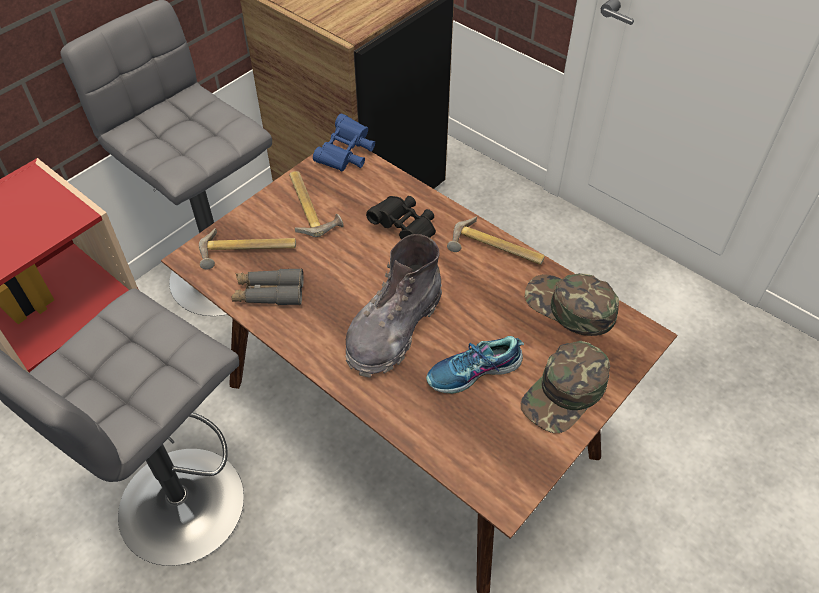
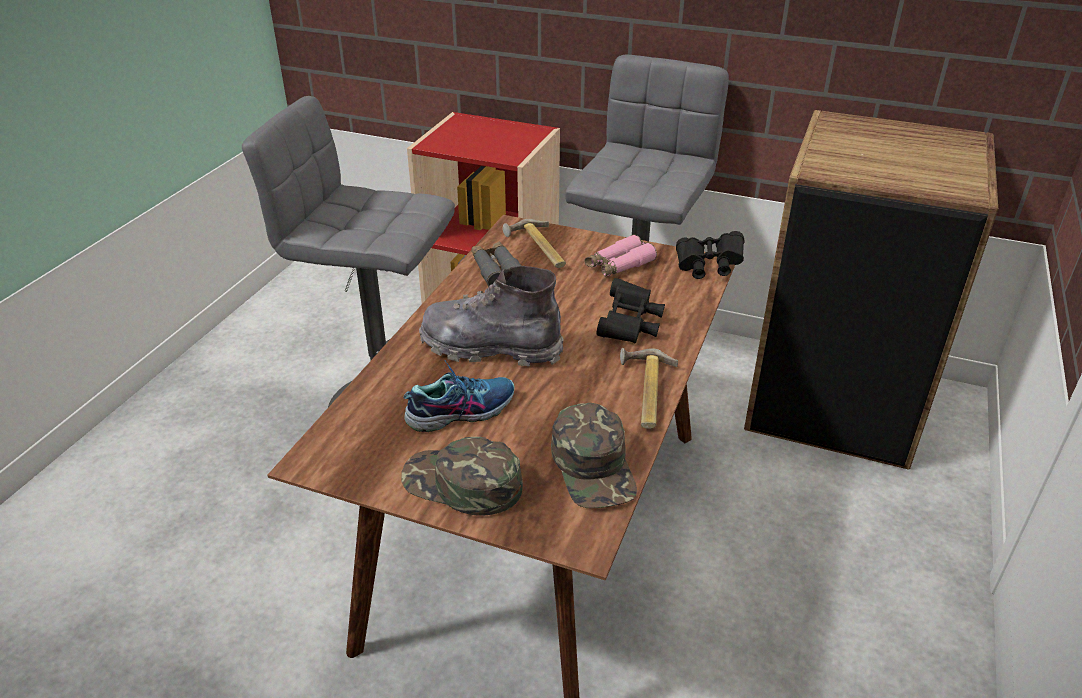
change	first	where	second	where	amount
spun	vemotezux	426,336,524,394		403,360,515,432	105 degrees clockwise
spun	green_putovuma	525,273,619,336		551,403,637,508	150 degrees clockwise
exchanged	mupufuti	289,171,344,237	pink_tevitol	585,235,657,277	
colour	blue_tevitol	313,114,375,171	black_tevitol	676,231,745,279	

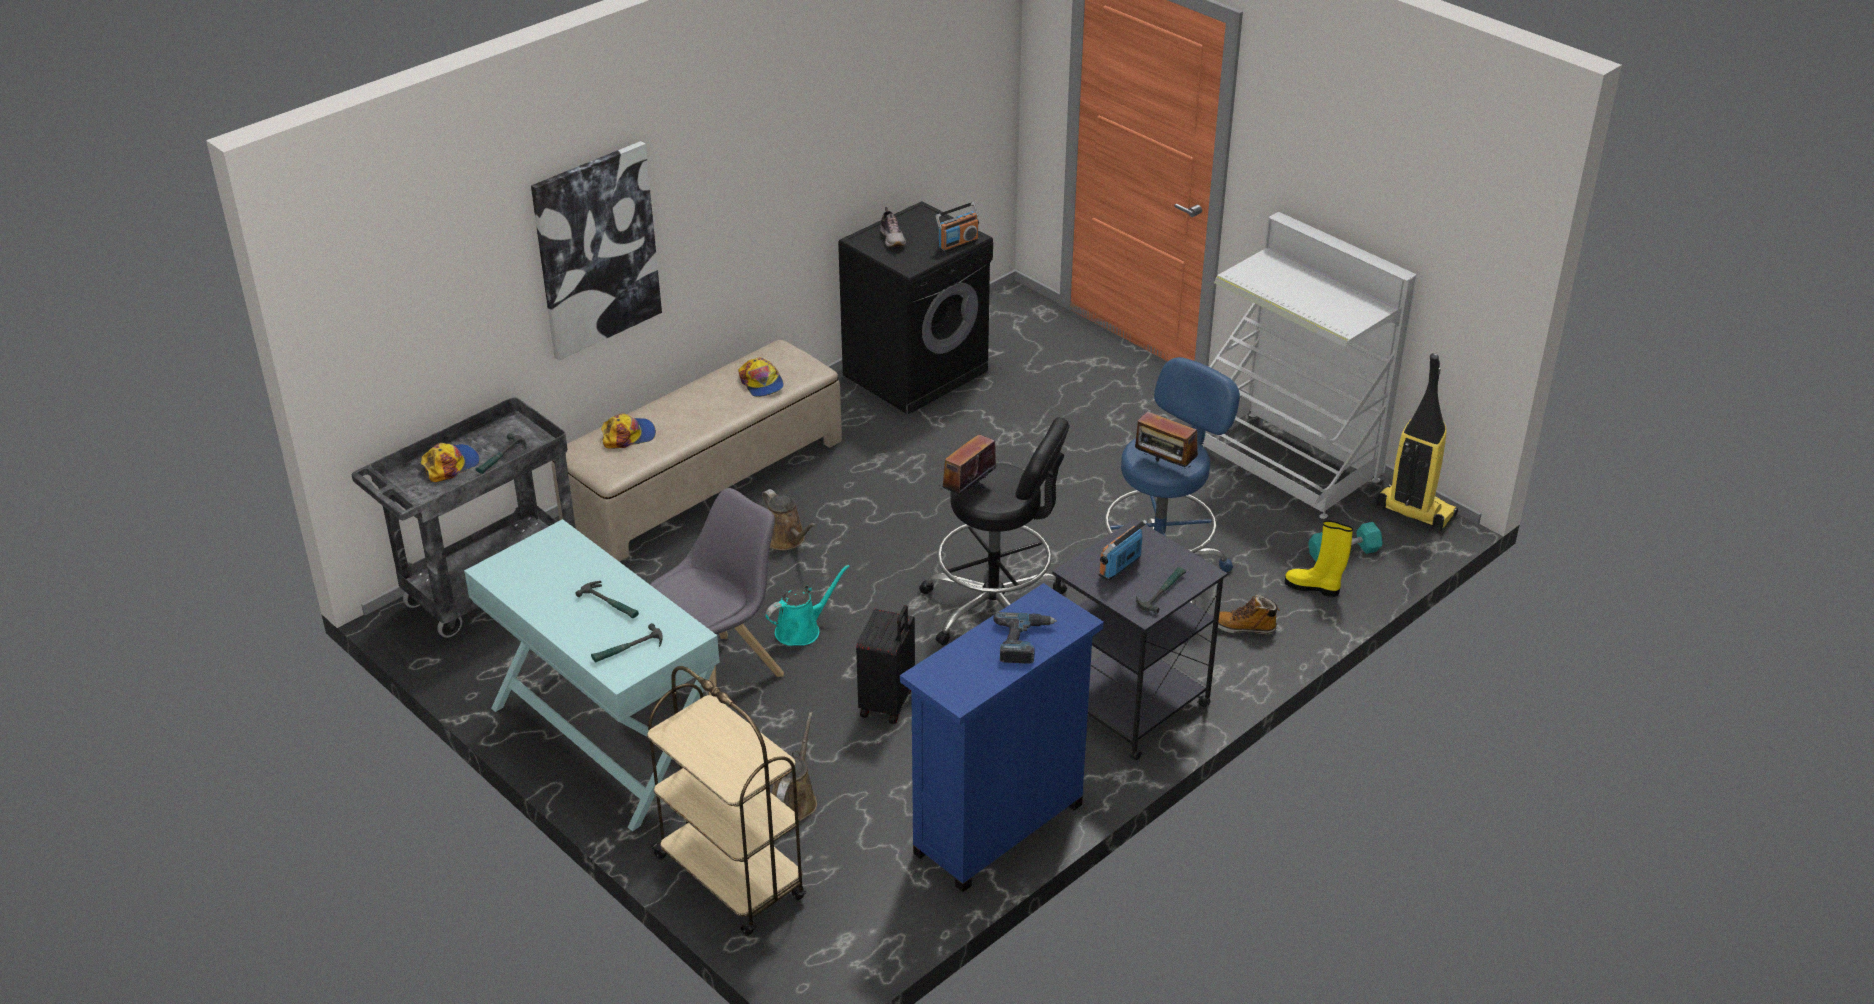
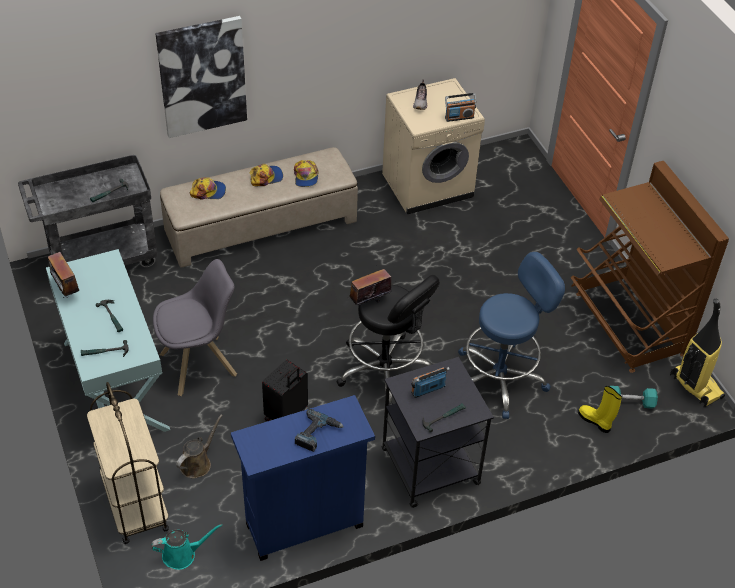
change	first	where	second	where	amount
relocated	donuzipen	1135,411,1198,469		48,252,79,298	
relocated	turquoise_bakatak	766,565,850,646		151,524,223,570	
relocated	putovuma	421,443,480,482		249,164,283,186	
colour	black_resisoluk	838,201,993,414	beige_resisoluk	382,78,485,214	
colour	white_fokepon	1202,212,1417,519	brown_fokepon	571,161,729,373	
missing	brown_bakatak	762,489,817,550			
missing	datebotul	1213,595,1280,635			

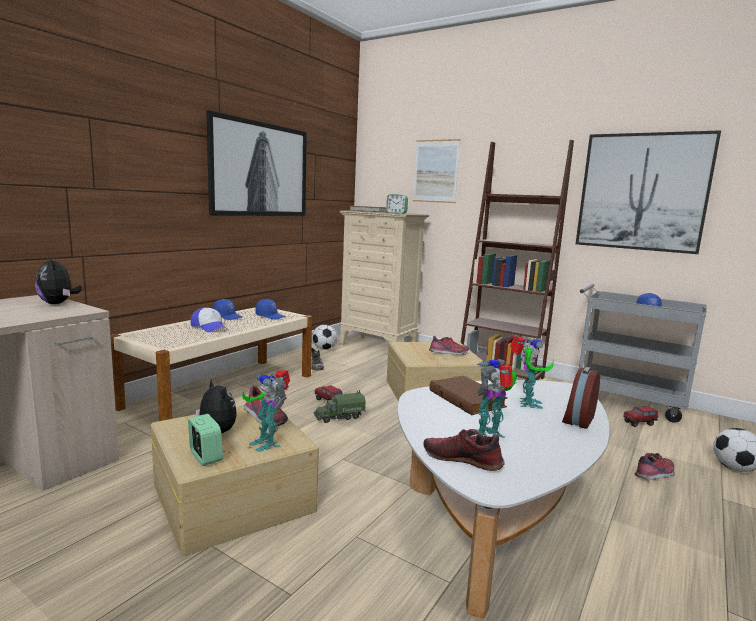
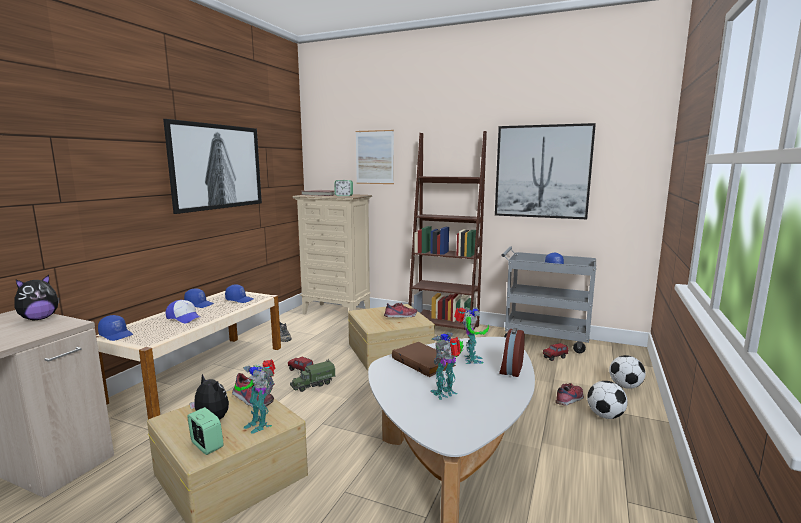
change	first	where	second	where	amount
spun	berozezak	35,256,82,304		14,275,59,320	90 degrees counterclockwise
appeared			blue_putovuma	98,315,133,341	
relocated	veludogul	312,325,338,350		587,381,628,419	
missing	vemotezux	423,429,505,471			

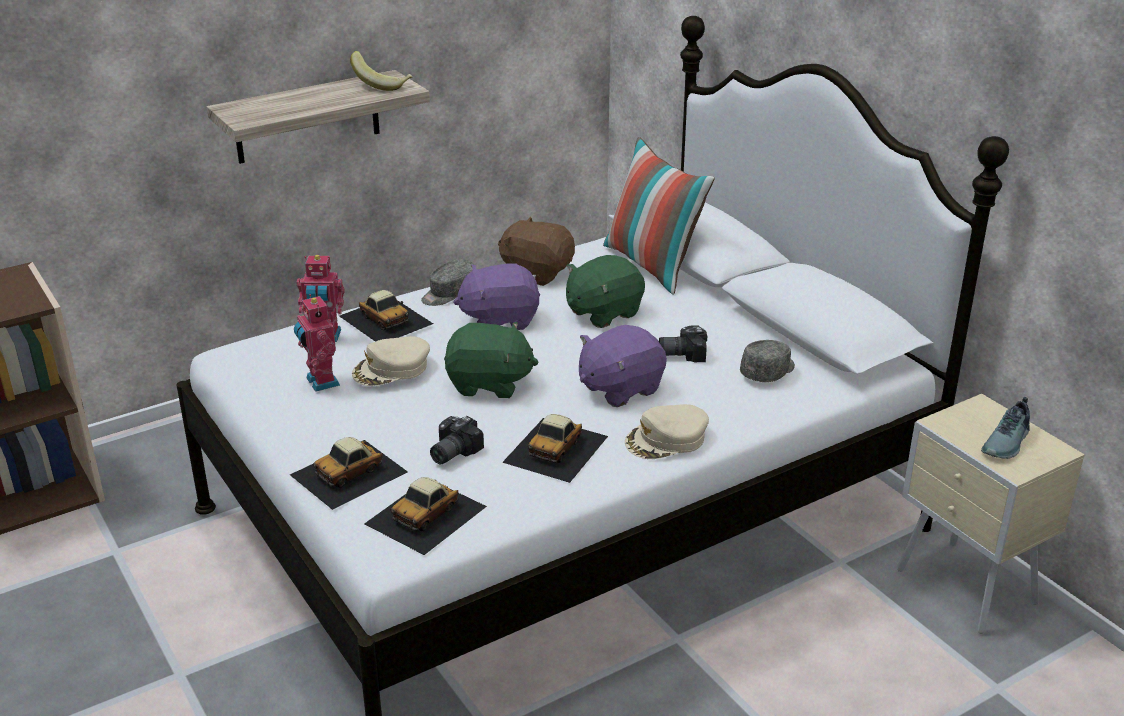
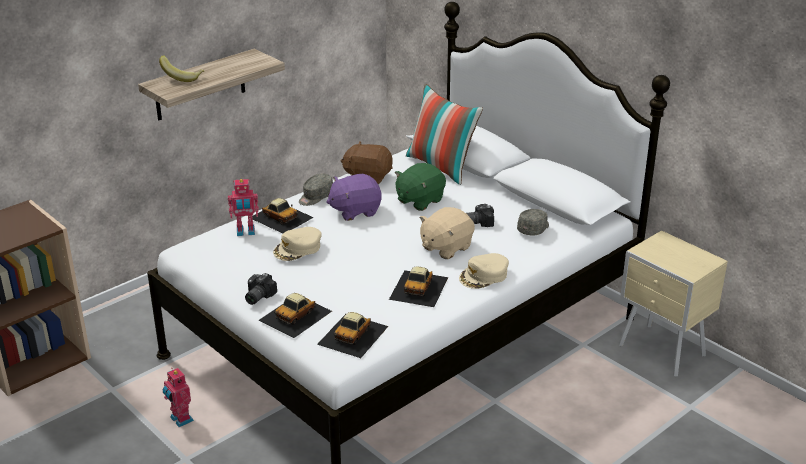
change	first	where	second	where	amount
relocated	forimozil	350,51,413,91		159,56,204,82	
relocated	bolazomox	294,294,340,392		163,368,194,427	
relocated	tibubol	430,416,484,465		245,273,277,305	
colour	purple_berozezak	579,325,667,407	beige_berozezak	419,207,475,259	
missing	green_berozezak	444,322,538,398			
missing	vemotezux	981,397,1030,459			

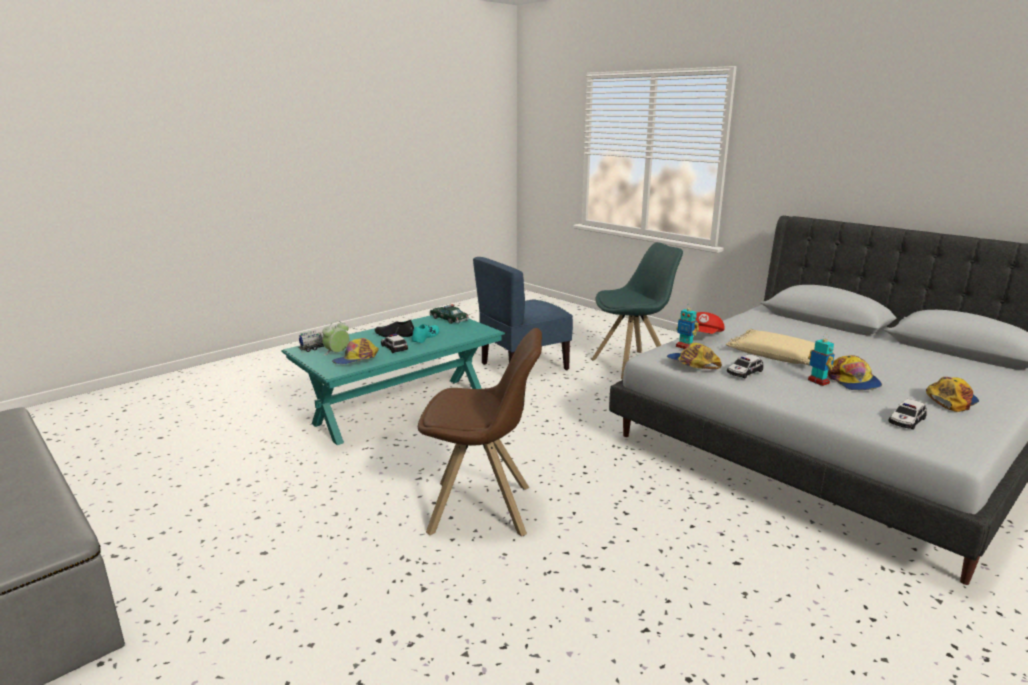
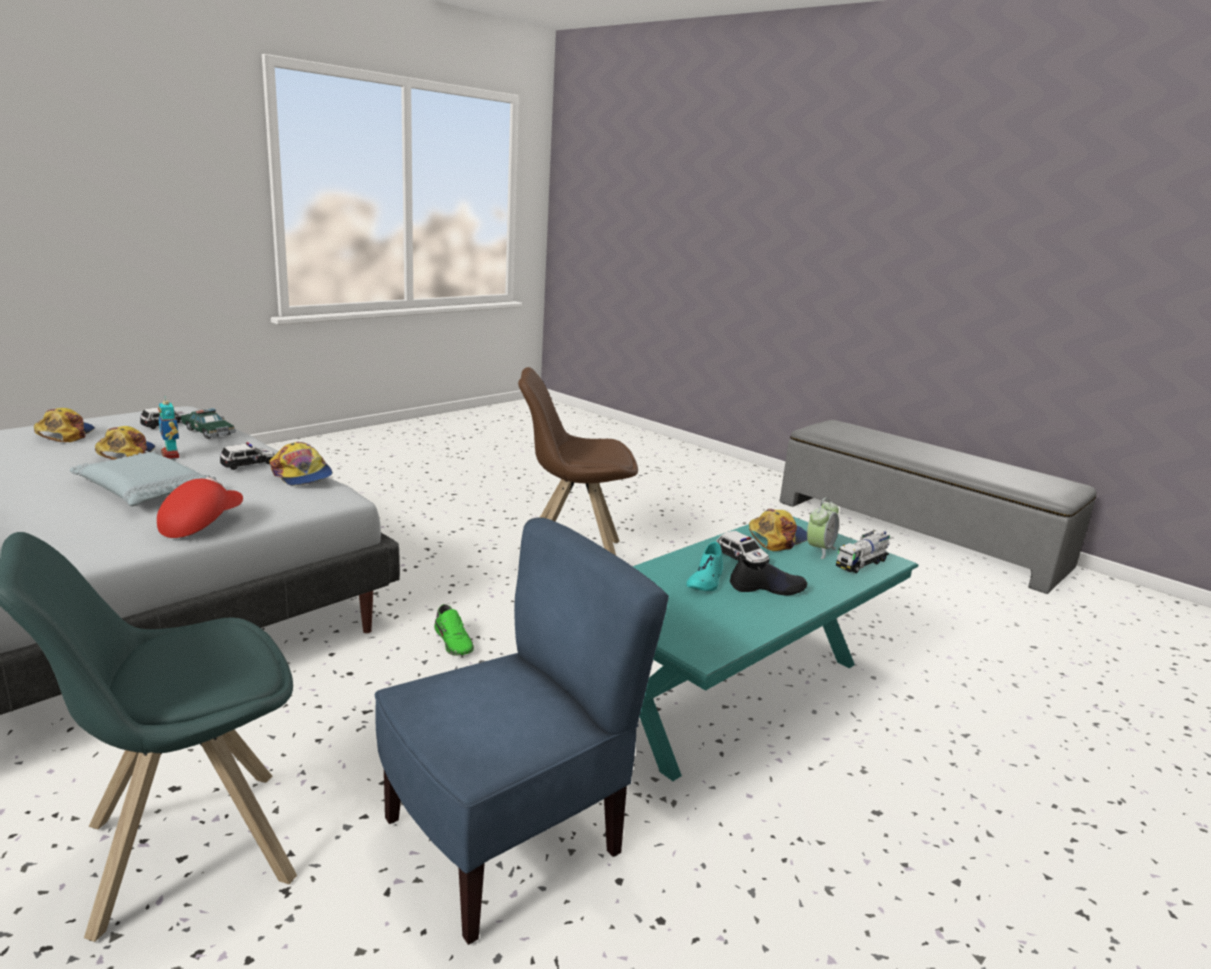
change	first	where	second	where	amount
spun	putovuma	926,377,979,412		34,408,95,442	120 degrees clockwise
colour	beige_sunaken	726,329,815,365	blue_sunaken	69,451,217,506	
relocated	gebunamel	429,304,469,324		180,408,236,439	
appeared			green_vemotezux	434,604,474,656	
missing	bolazomox	676,304,699,349			

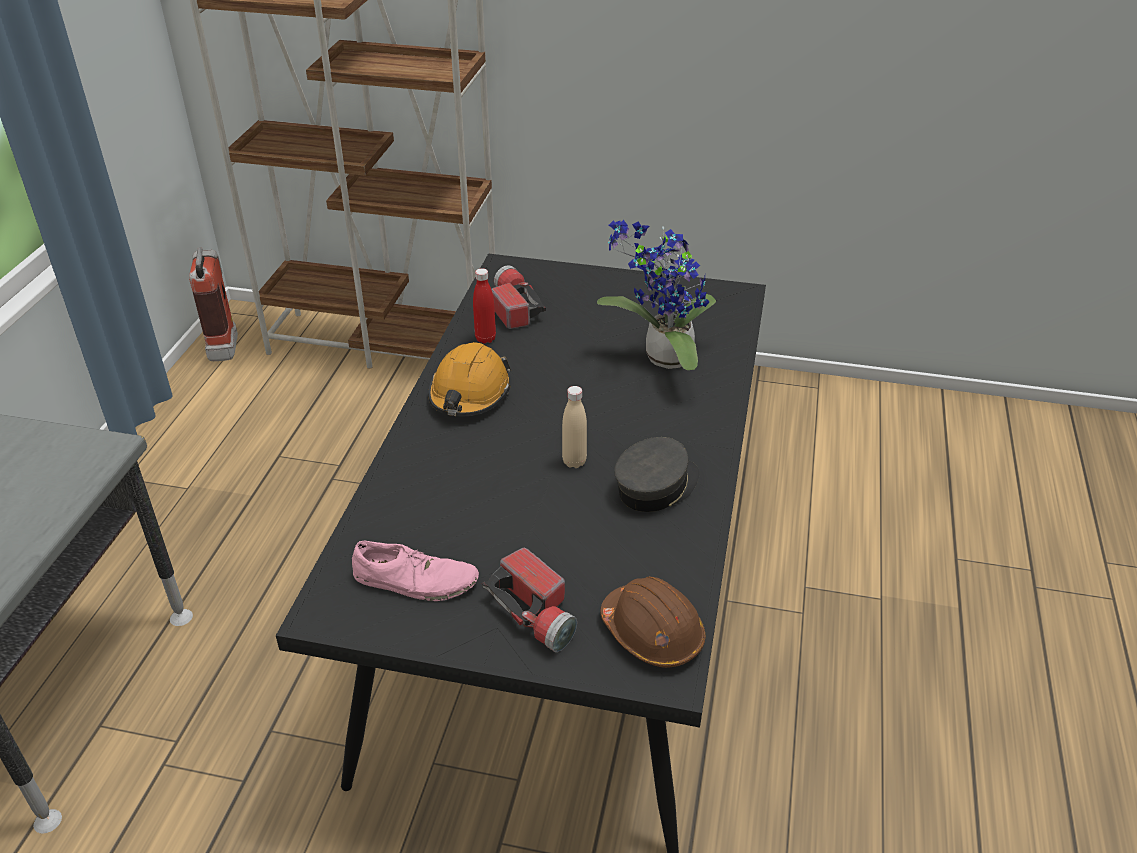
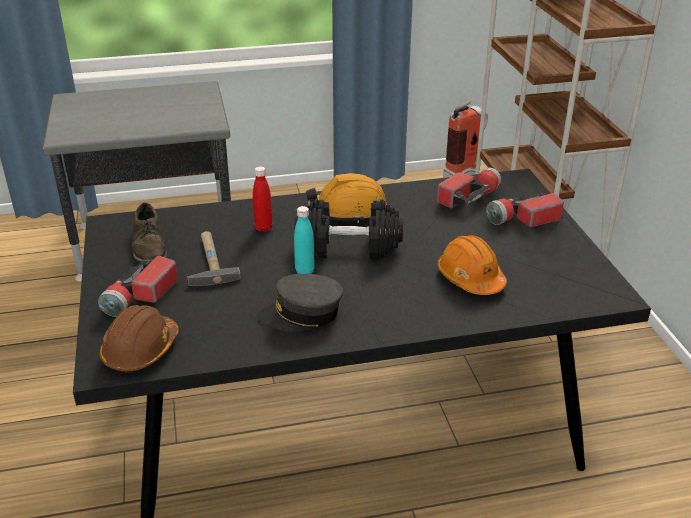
change	first	where	second	where	amount
colour	pink_vemotezux	352,540,479,601	brown_vemotezux	132,203,167,262	
appeared			mupufuti	187,231,241,286	
relocated	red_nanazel	473,268,496,344		253,166,273,232	
spun	grey_putovuma	614,437,699,512		257,274,343,332	150 degrees clockwise
appeared			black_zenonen	294,199,403,259	
colour	beige_nanazel	562,386,587,468	turquoise_nanazel	294,206,315,274	
exchanged	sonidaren	597,220,716,370	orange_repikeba	438,235,507,295	
appeared			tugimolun	486,193,564,227	

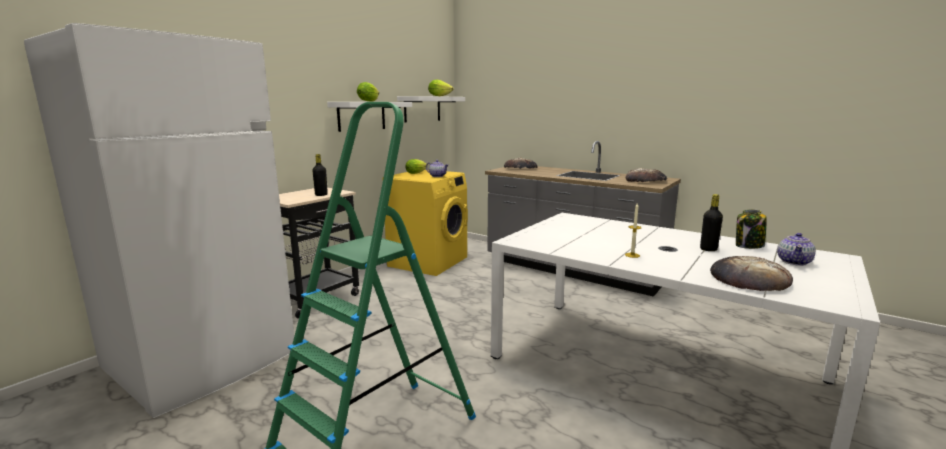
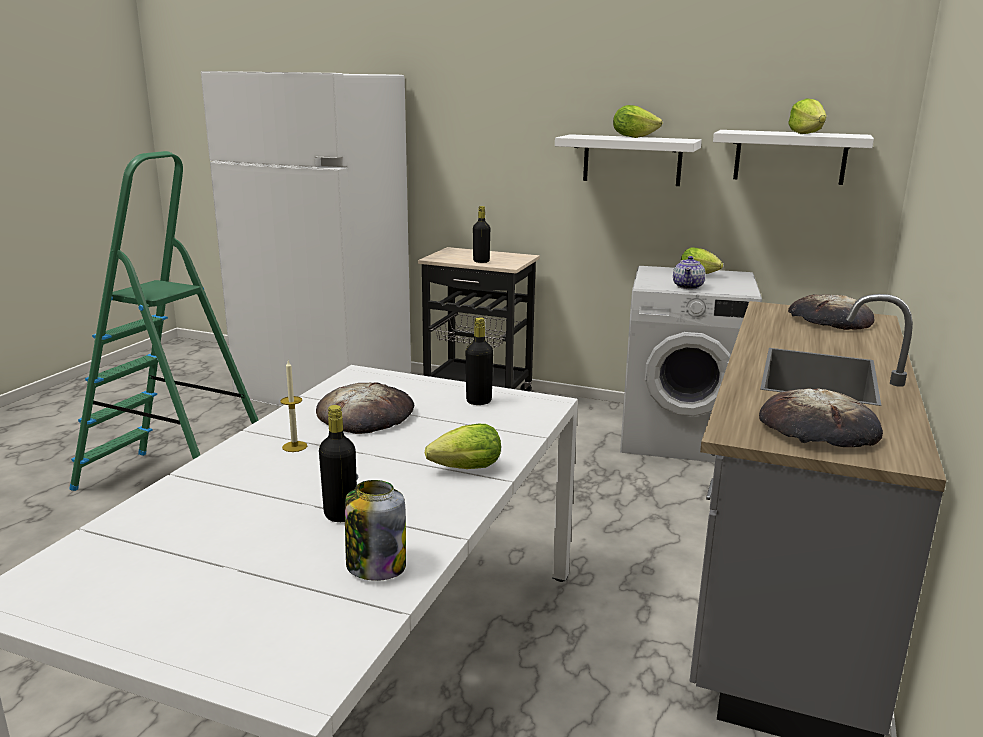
change	first	where	second	where	amount
relocated	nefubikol	710,256,793,291		316,382,414,434	
appeared			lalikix	425,424,501,469	
appeared			black_nanazel	466,317,493,405	
colour	yellow_resisoluk	383,170,468,276	white_resisoluk	620,266,762,463	
missing	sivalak	777,233,816,266			

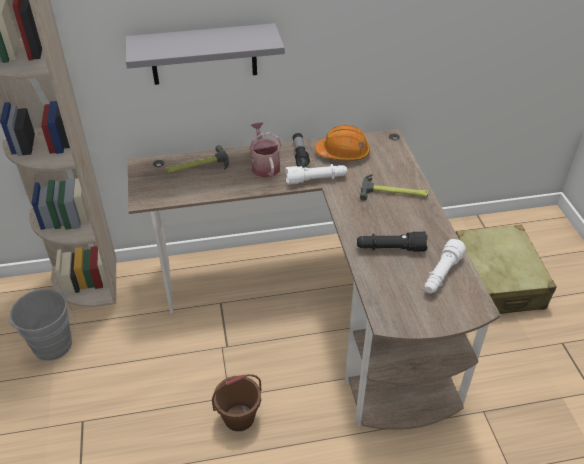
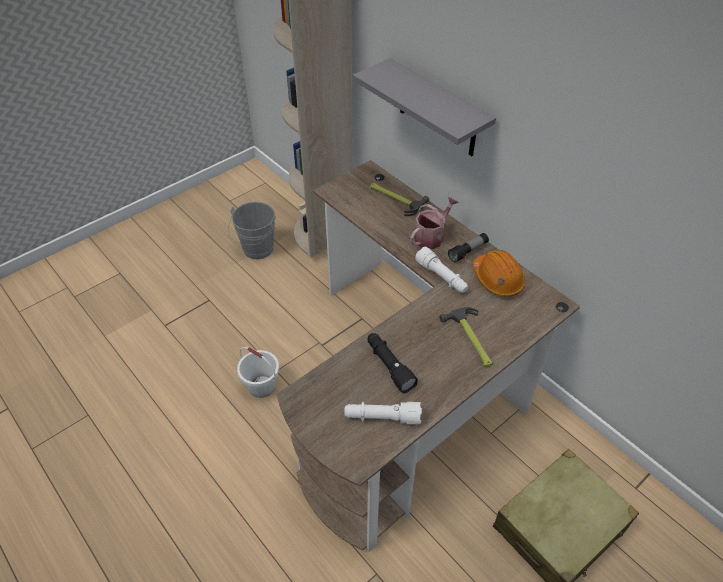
change	first	where	second	where	amount
colour	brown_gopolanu	212,374,261,431	white_gopolanu	237,347,279,398	

